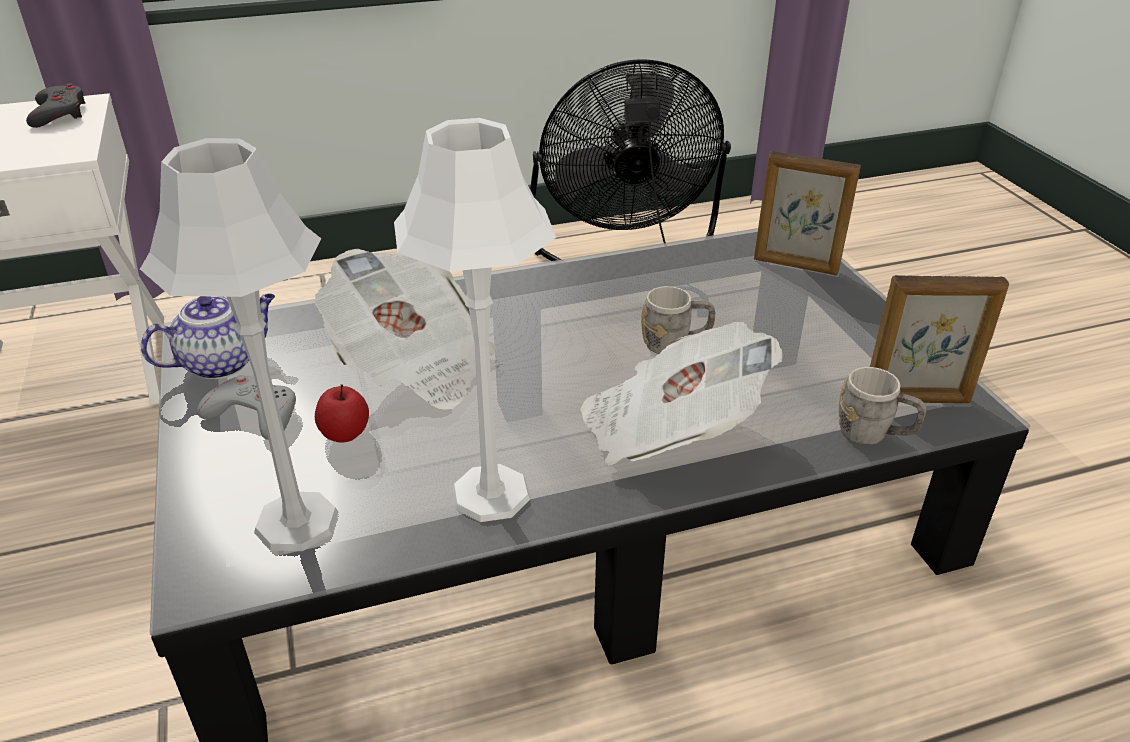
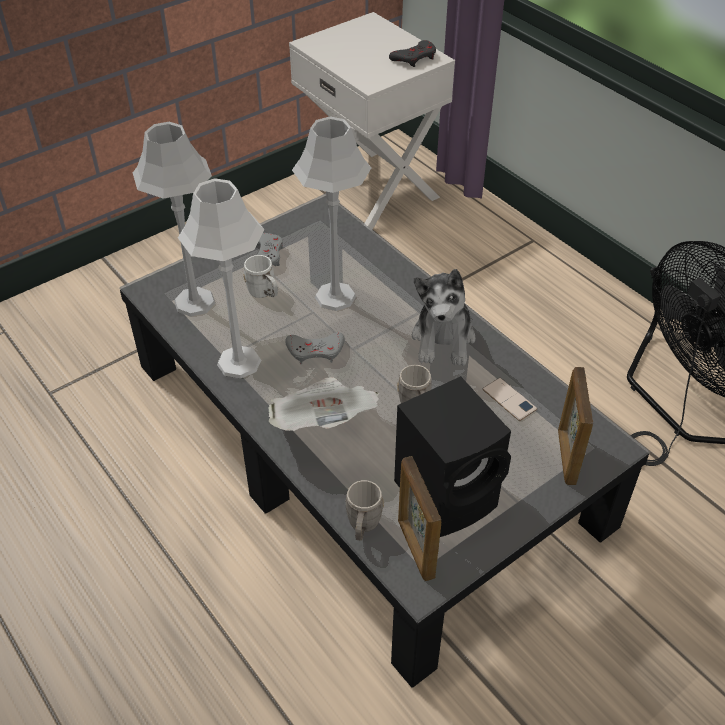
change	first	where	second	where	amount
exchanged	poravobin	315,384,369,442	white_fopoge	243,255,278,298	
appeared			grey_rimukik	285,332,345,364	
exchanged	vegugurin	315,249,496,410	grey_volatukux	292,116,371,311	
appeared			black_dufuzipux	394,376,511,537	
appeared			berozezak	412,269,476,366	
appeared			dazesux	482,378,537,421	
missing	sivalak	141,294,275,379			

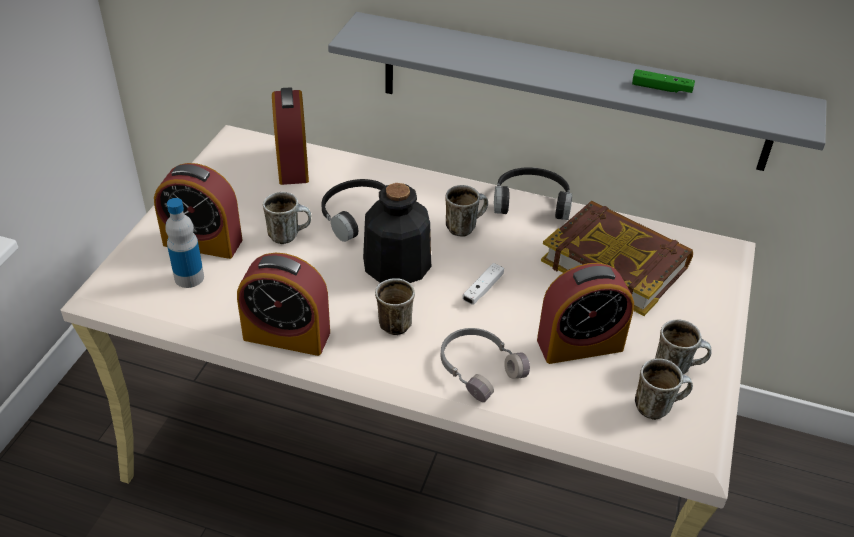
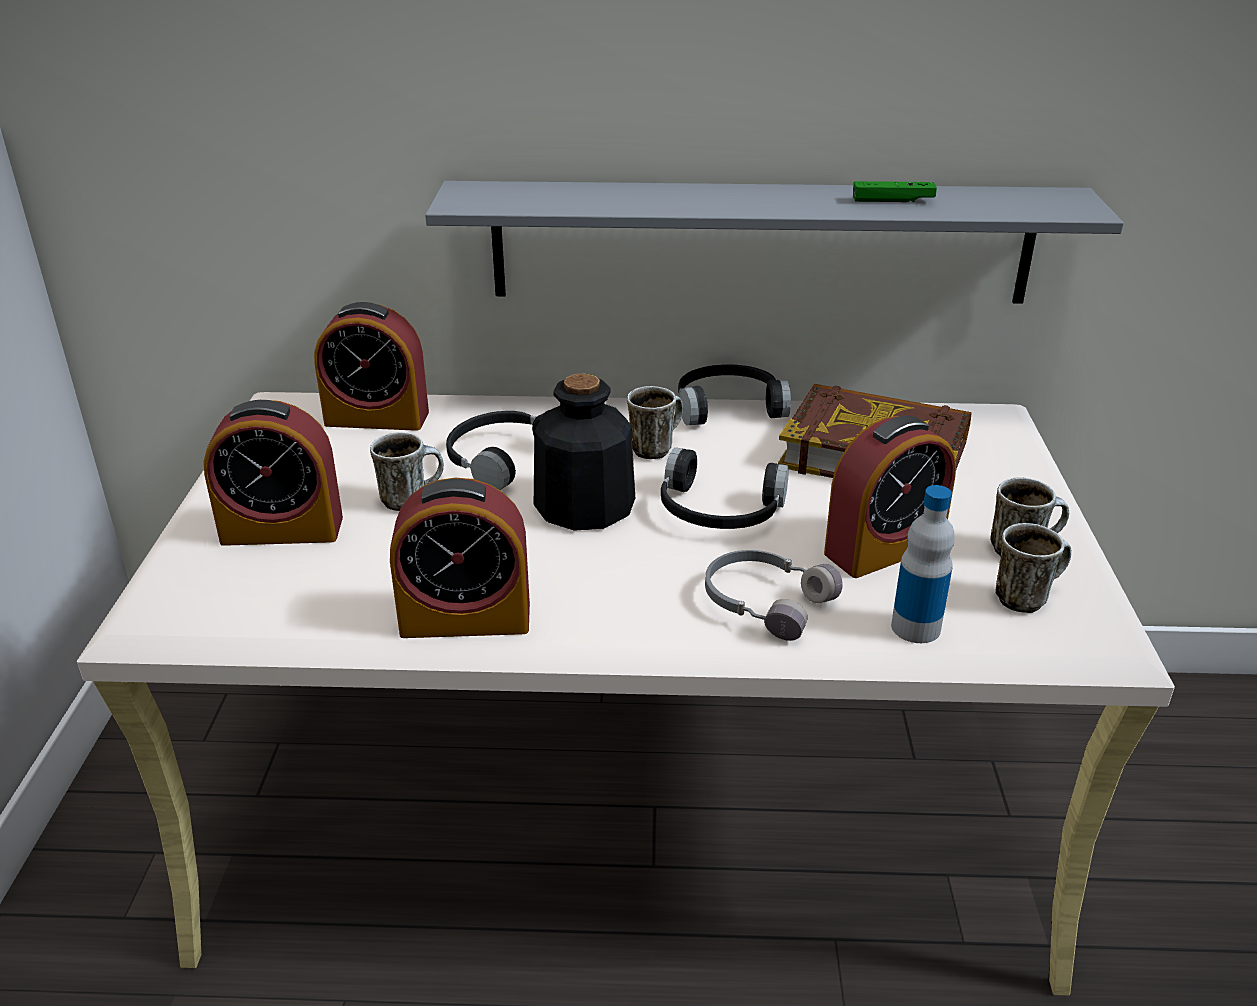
change	first	where	second	where	amount
spun	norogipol	272,87,309,185		314,302,429,431	60 degrees counterclockwise
exchanged	white_rimukik	462,263,504,305	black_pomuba	661,448,789,529	
relocated	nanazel	165,198,204,288		891,485,955,643	
missing	fopoge	375,278,415,335			

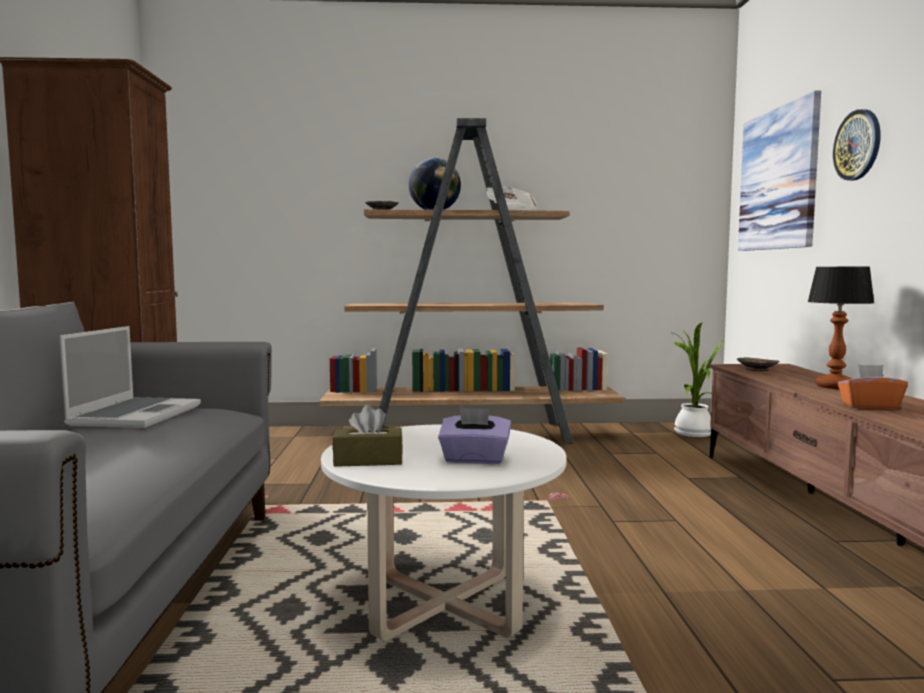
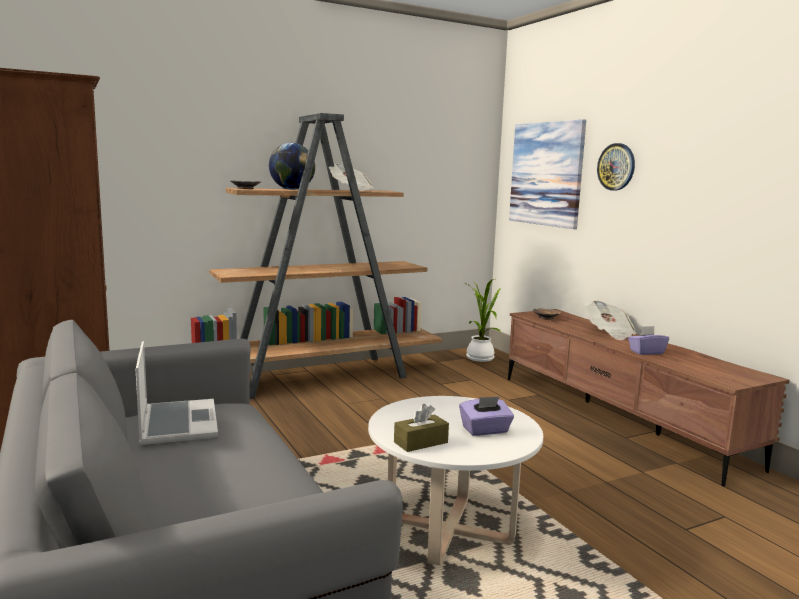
change	first	where	second	where	amount
exchanged	volatukux	807,267,875,389	vegugurin	586,300,637,340	
colour	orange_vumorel	838,364,908,410	purple_vumorel	628,326,669,355	

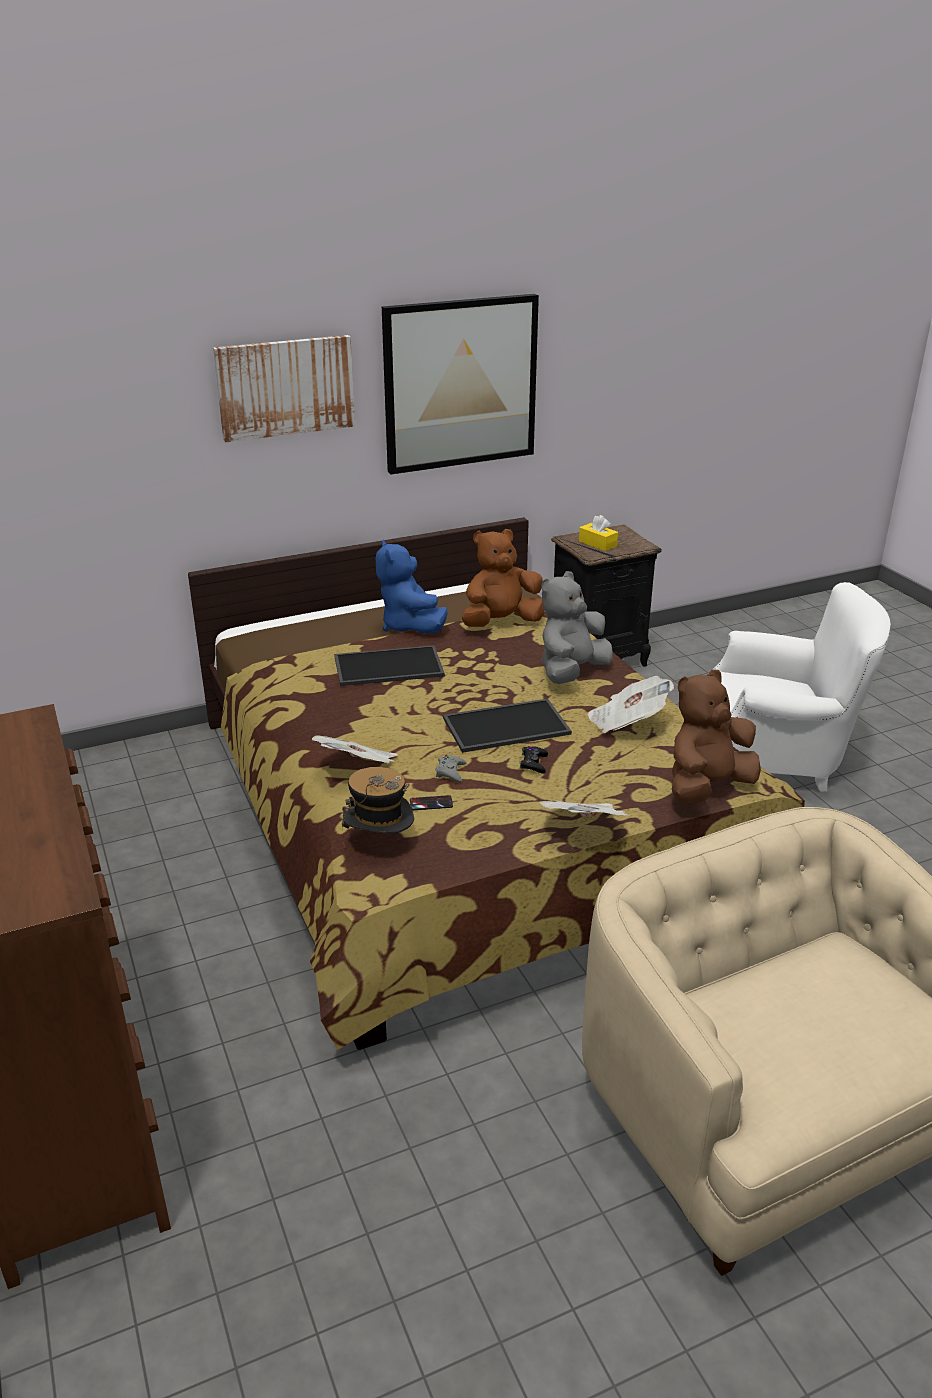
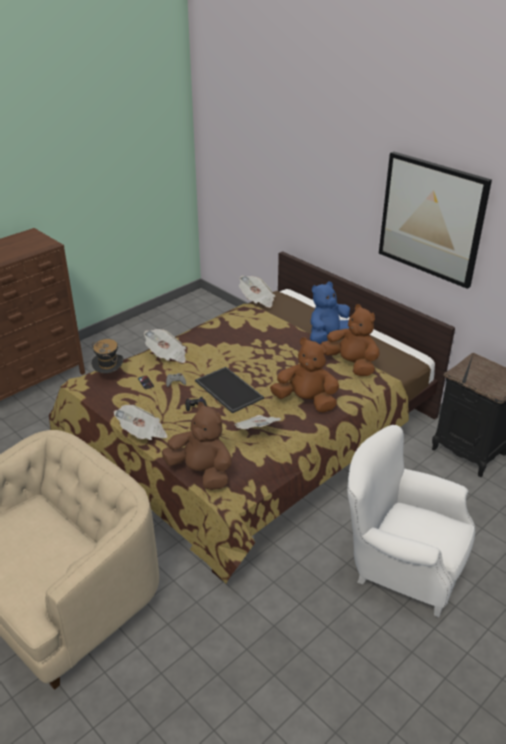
change	first	where	second	where	amount
appeared			vegugurin	239,276,275,308	
colour	grey_berozezak	541,571,613,684	brown_berozezak	270,337,339,413	
spun	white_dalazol	707,582,891,791		347,425,475,617	135 degrees clockwise
missing	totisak	213,335,355,443			
missing	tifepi	334,645,445,686			
missing	yellow_vumorel	579,515,618,551			

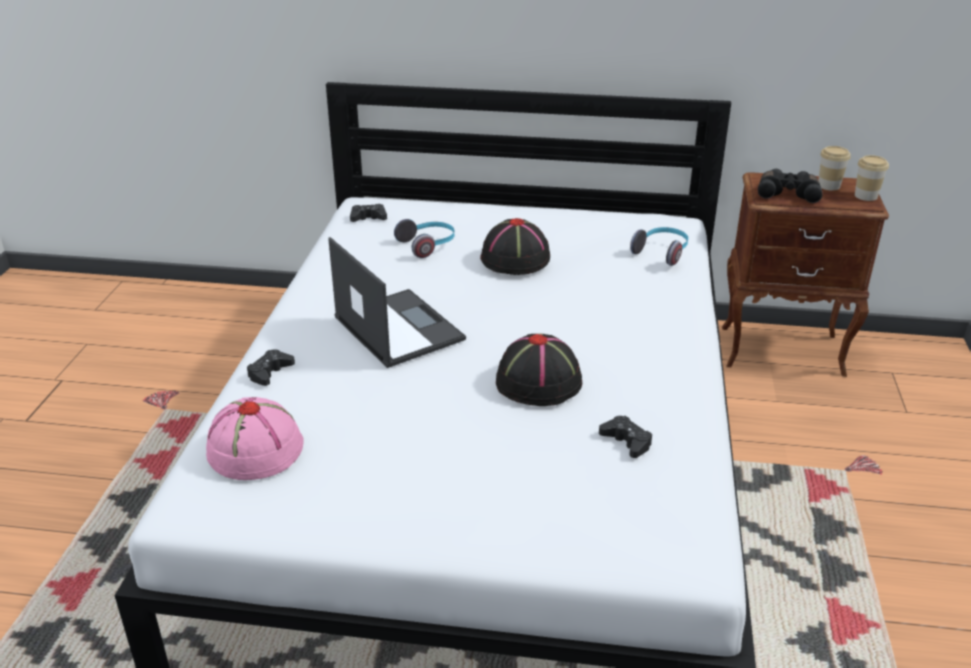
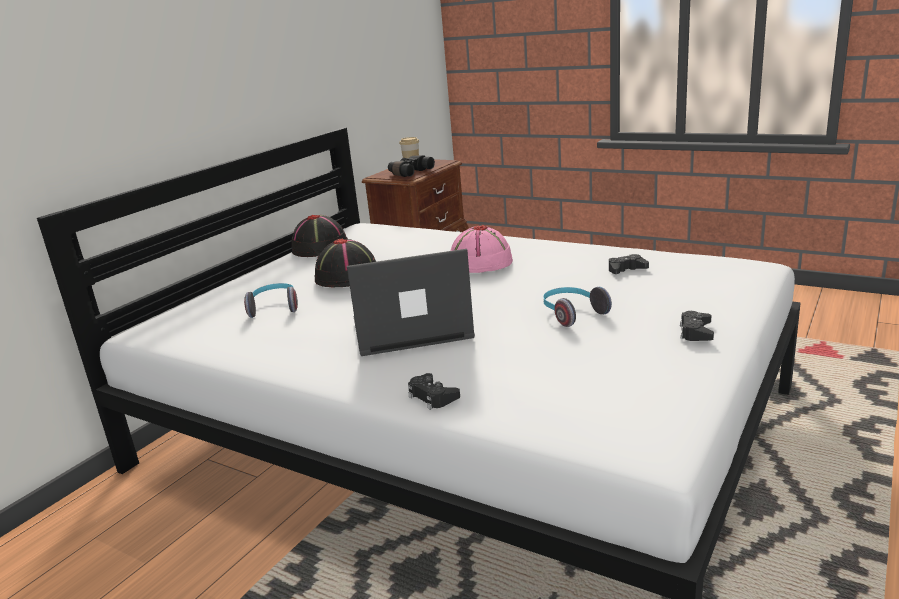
change	first	where	second	where	amount
relocated	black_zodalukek	496,333,582,406		292,215,348,257	
relocated	pink_zodalukek	206,397,304,480		450,225,513,273	
relocated	pomuba	630,227,688,266		543,287,612,327	
relocated	black_rimukik	350,204,387,222		680,311,714,341	
missing	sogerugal	855,155,889,201			

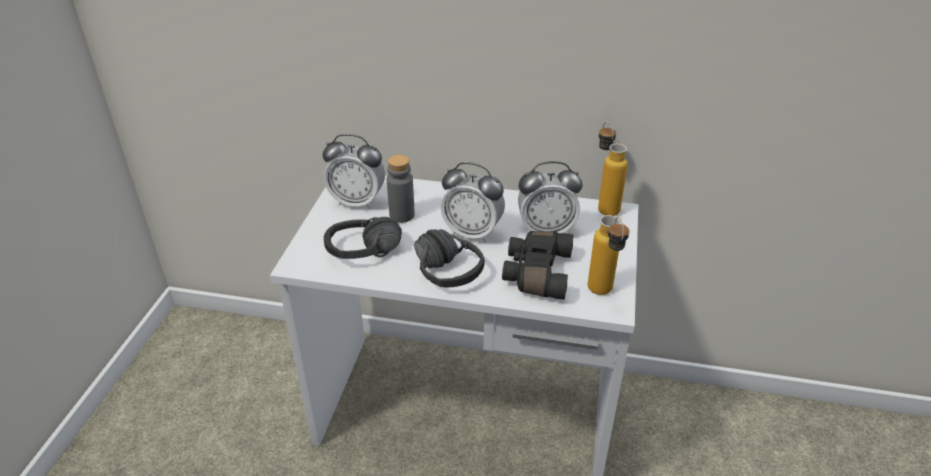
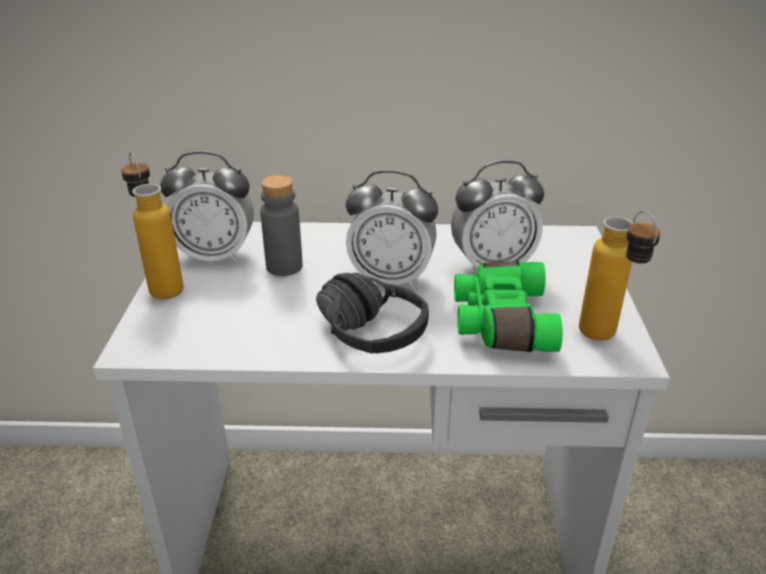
change	first	where	second	where	amount
relocated	nanazel	598,121,628,216		121,152,184,299	
colour	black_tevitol	502,231,574,300	green_tevitol	454,260,563,352	
missing	black_pomuba	324,217,402,259			

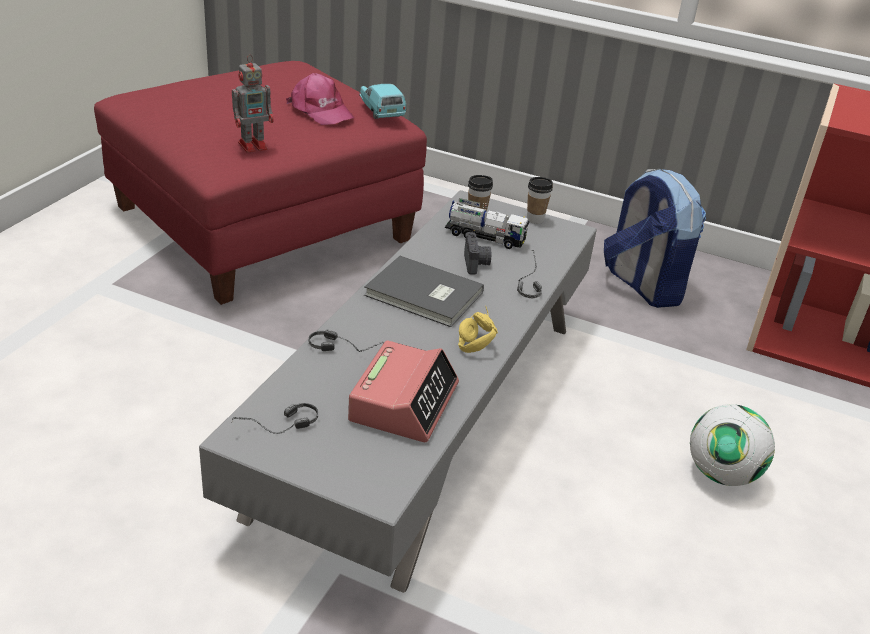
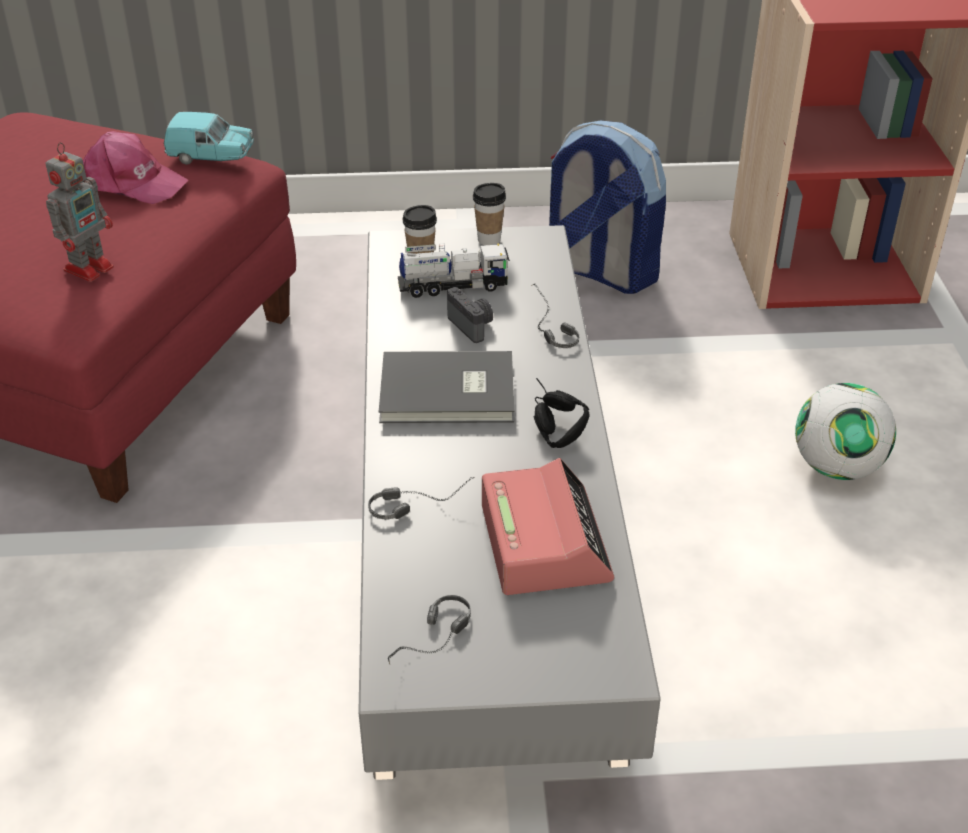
change	first	where	second	where	amount
spun	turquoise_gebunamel	359,84,406,119		163,112,254,165	150 degrees clockwise
colour	yellow_pomuba	458,305,498,353	black_pomuba	534,378,589,448	

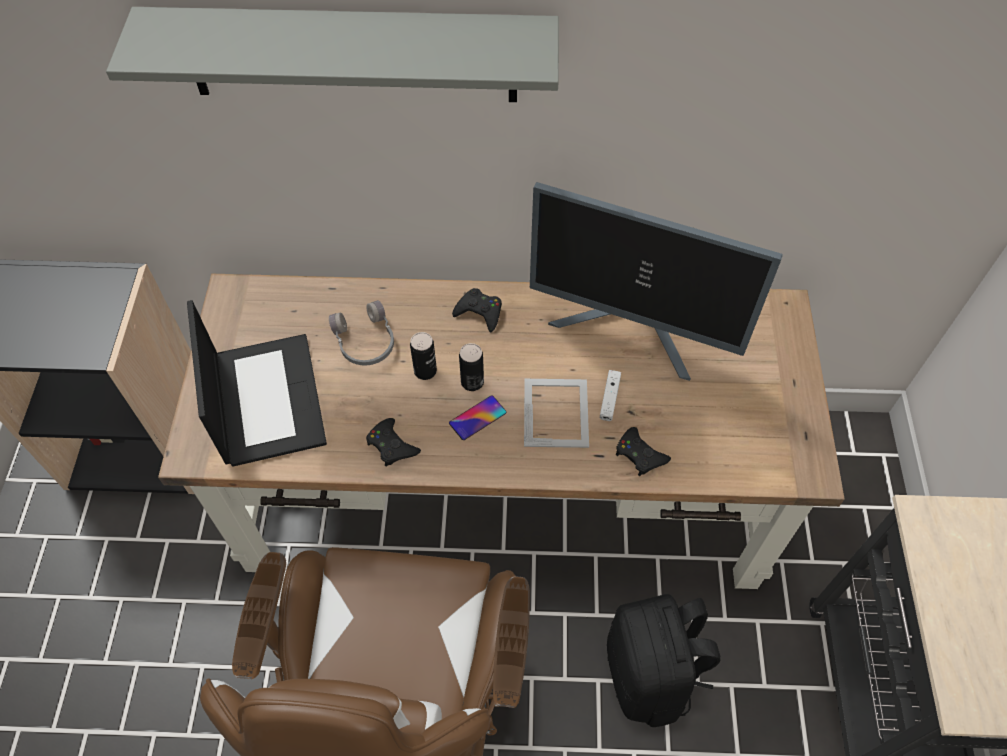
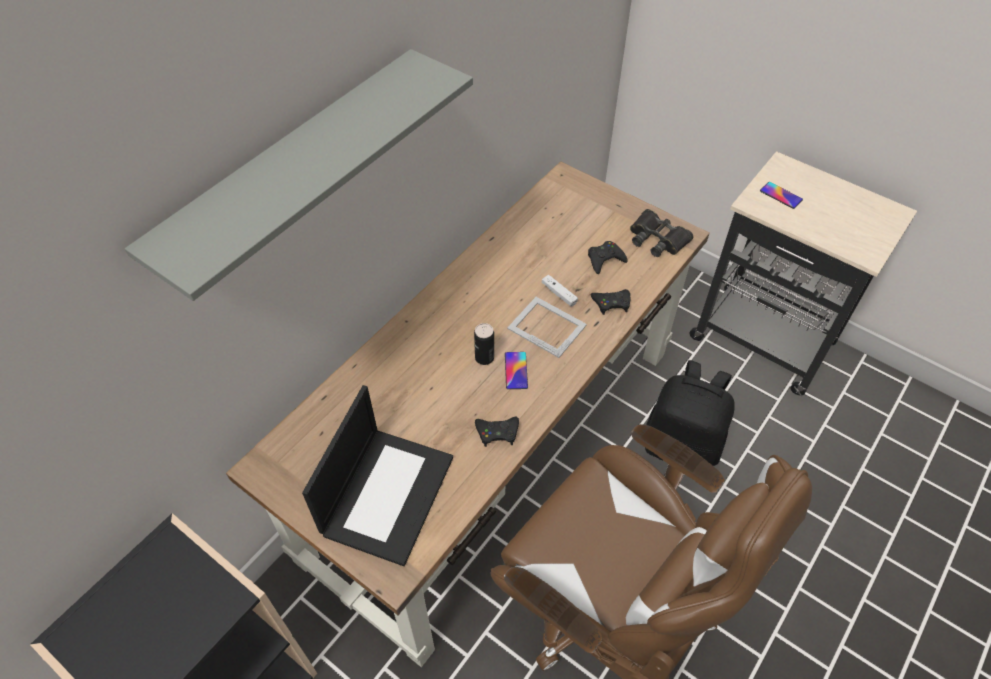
change	first	where	second	where	amount
spun	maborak	187,300,327,466		302,385,453,566	90 degrees clockwise
relocated	black_rimukik	452,288,502,332		588,241,628,274	
appeared			black_tevitol	630,209,693,257	
appeared			dazesux	760,182,803,209	
missing	grey_pomuba	329,300,394,365			
missing	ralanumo	410,332,437,380			
missing	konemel	530,182,783,381			

